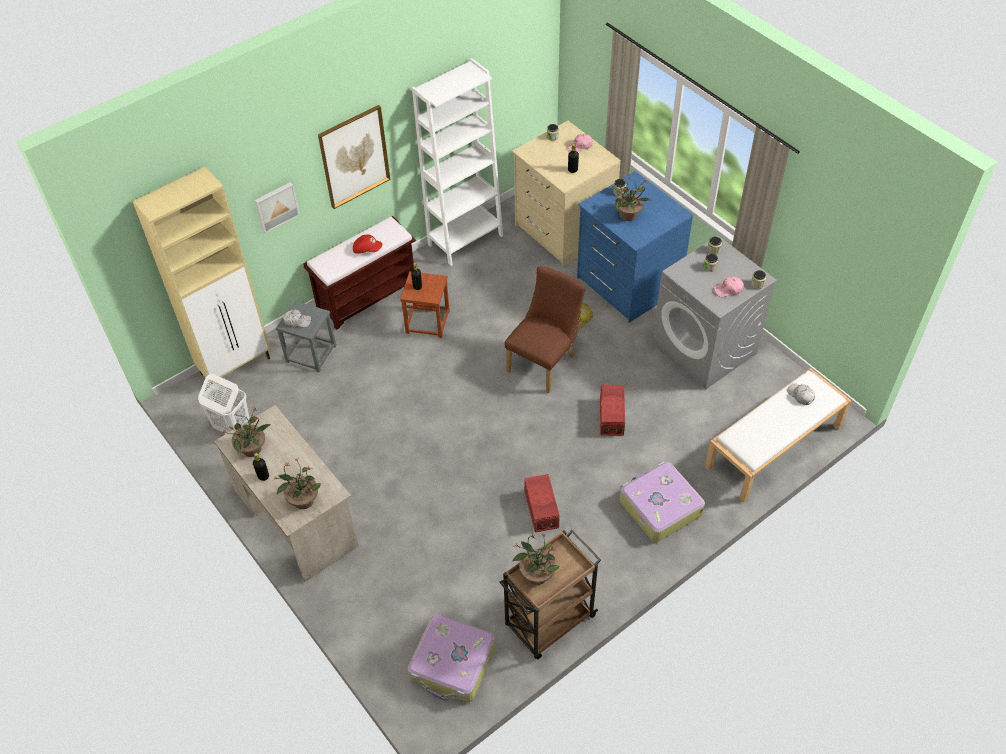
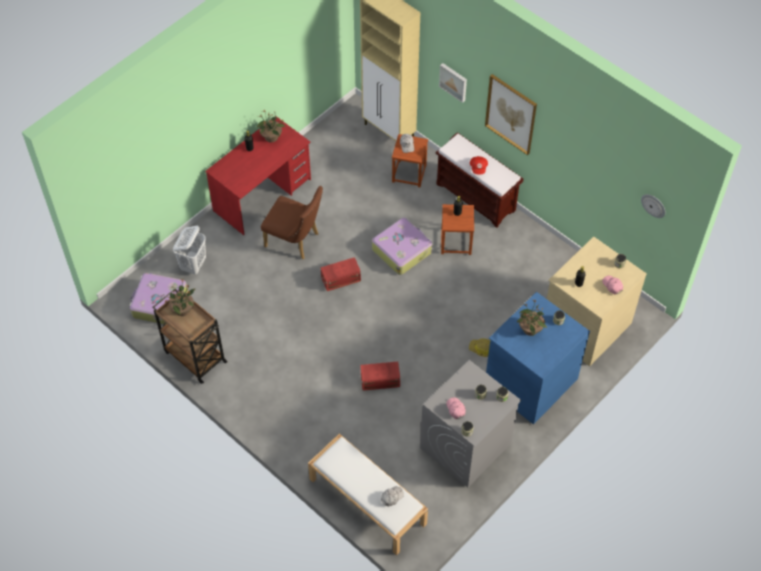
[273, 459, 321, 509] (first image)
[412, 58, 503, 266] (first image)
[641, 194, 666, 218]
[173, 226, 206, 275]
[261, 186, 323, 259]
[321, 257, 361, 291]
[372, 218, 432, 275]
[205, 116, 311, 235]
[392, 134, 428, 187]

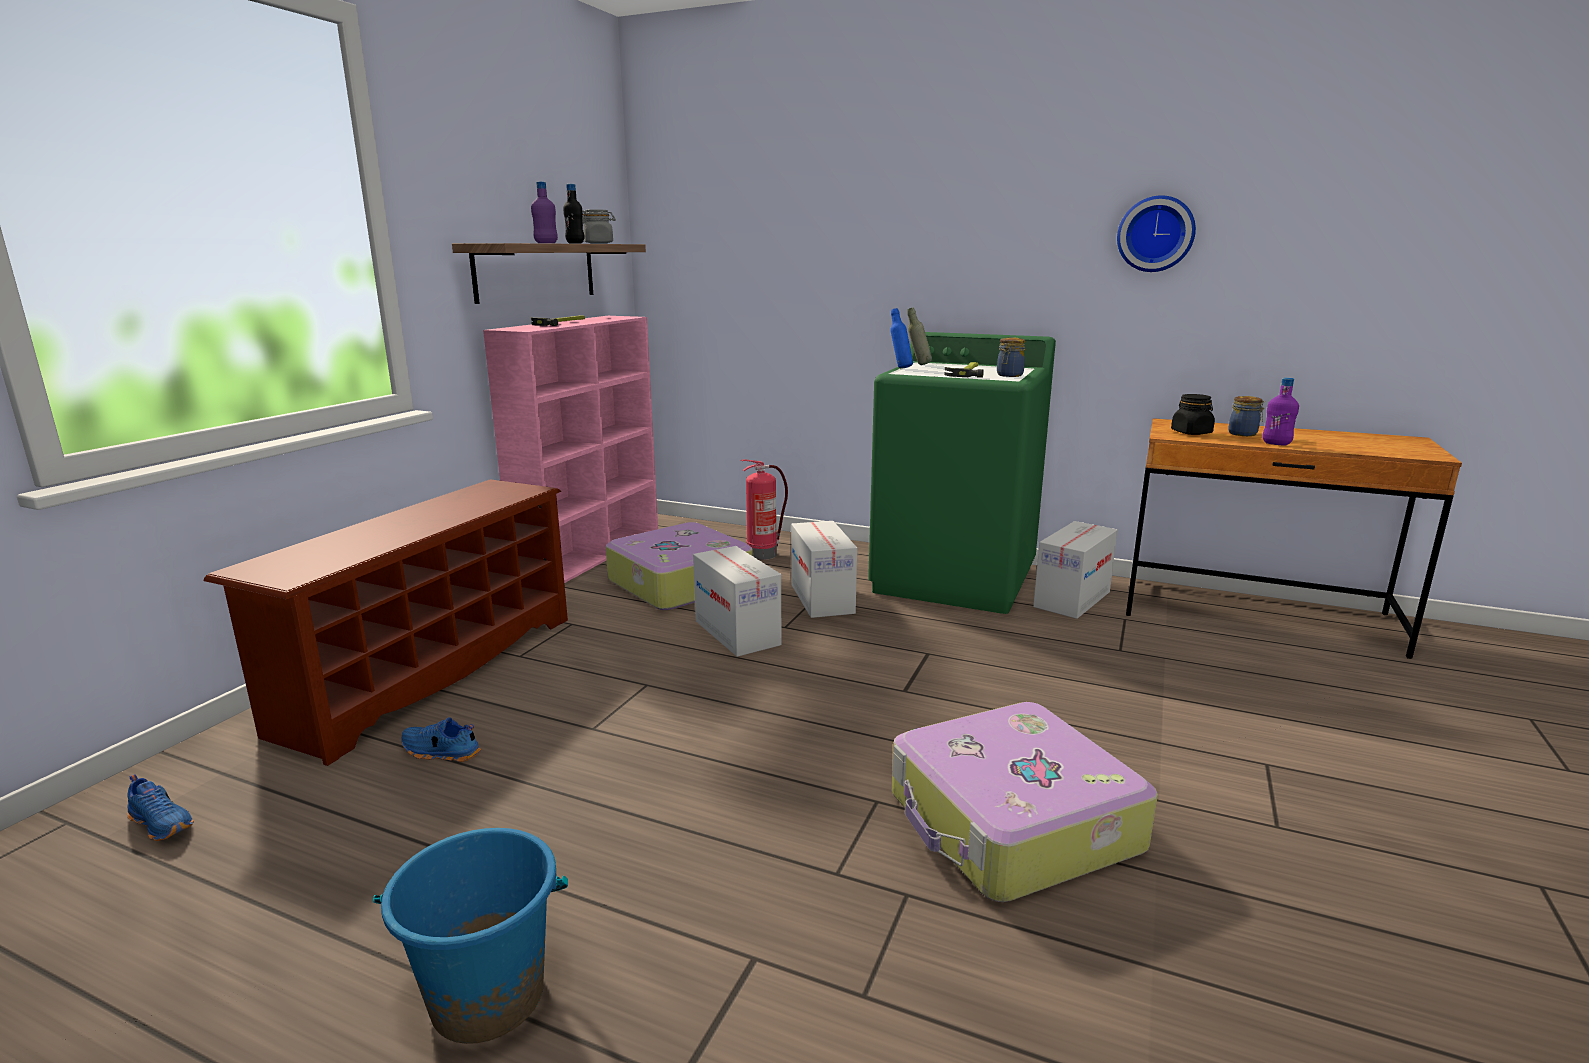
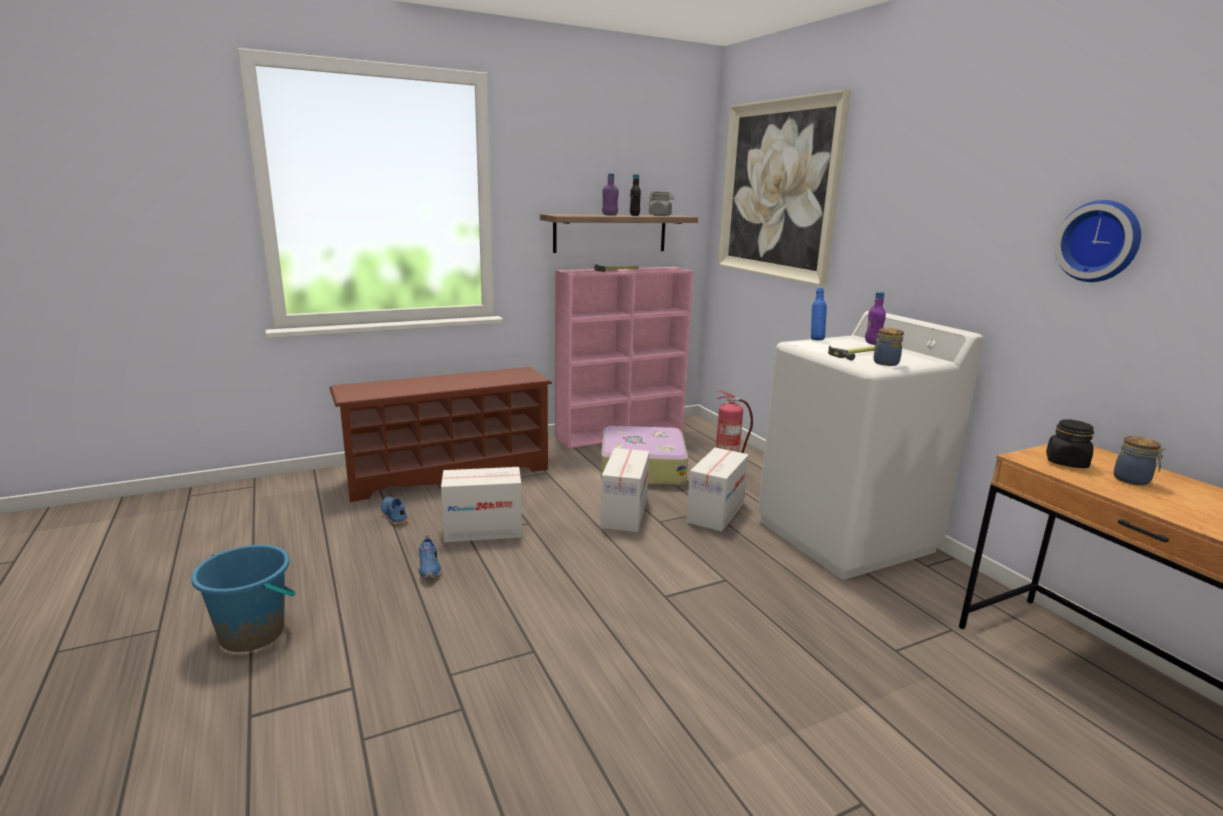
[892, 702, 1158, 902] (first image)
[907, 307, 932, 365] (first image)
[718, 89, 851, 286]
[419, 535, 442, 579]
[441, 467, 522, 542]
[865, 292, 886, 345]
[758, 311, 983, 579]

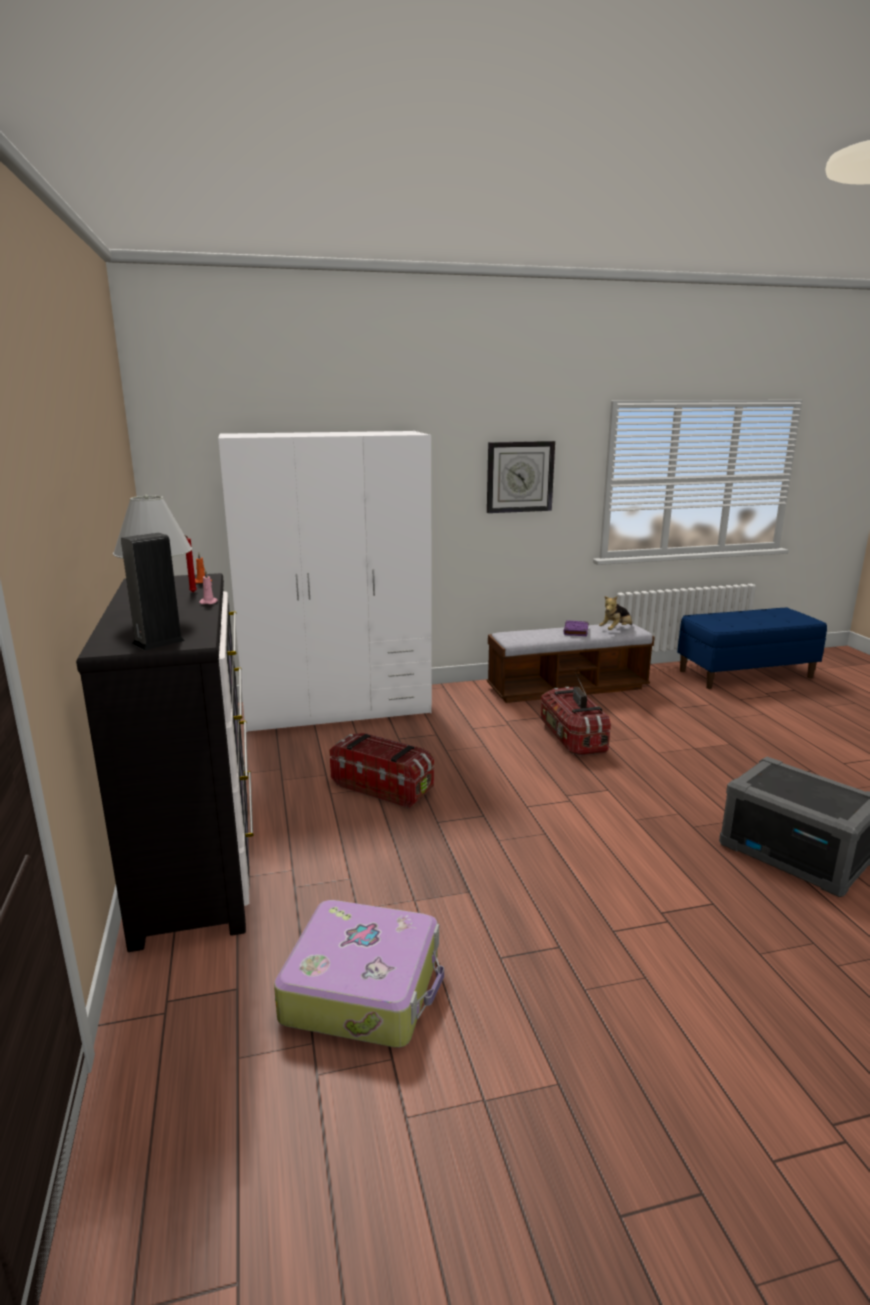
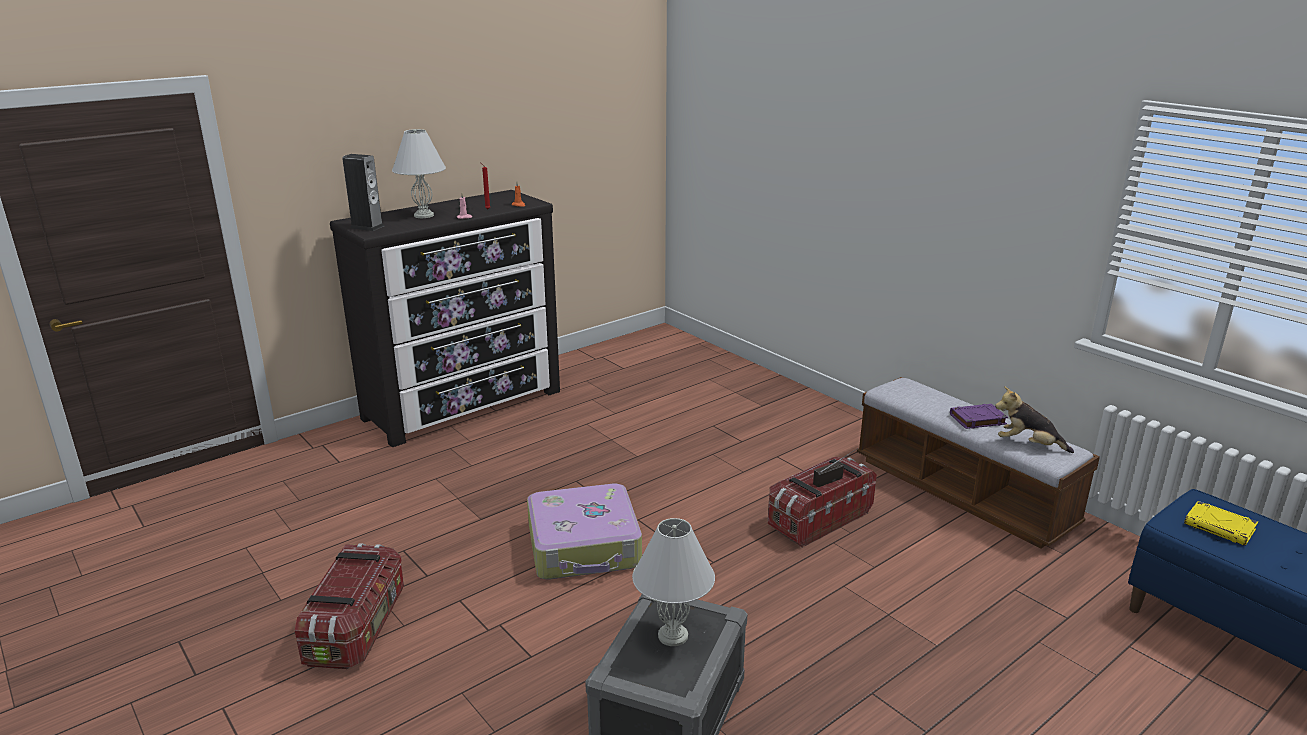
[218, 431, 432, 732] (first image)
[487, 441, 555, 513] (first image)
[632, 518, 715, 646]
[1184, 501, 1258, 546]
[527, 484, 642, 579]
[295, 543, 404, 669]

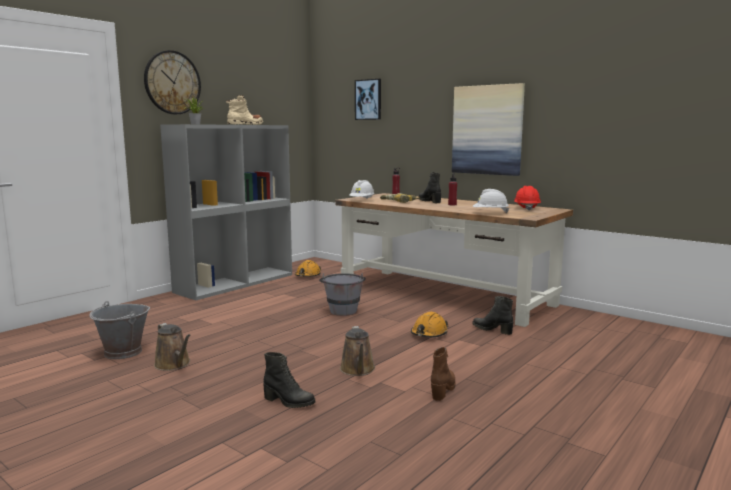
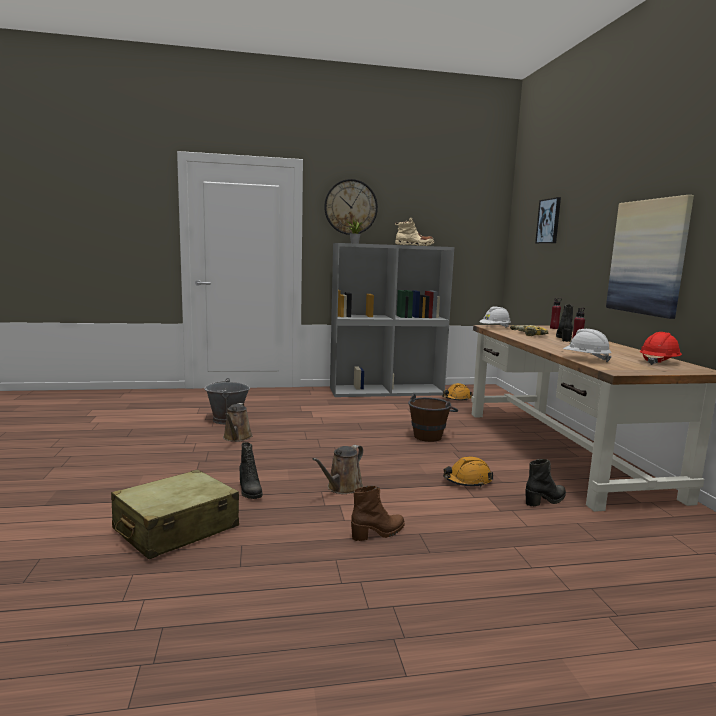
[111, 469, 239, 559]
[408, 394, 458, 442]
[526, 459, 566, 506]

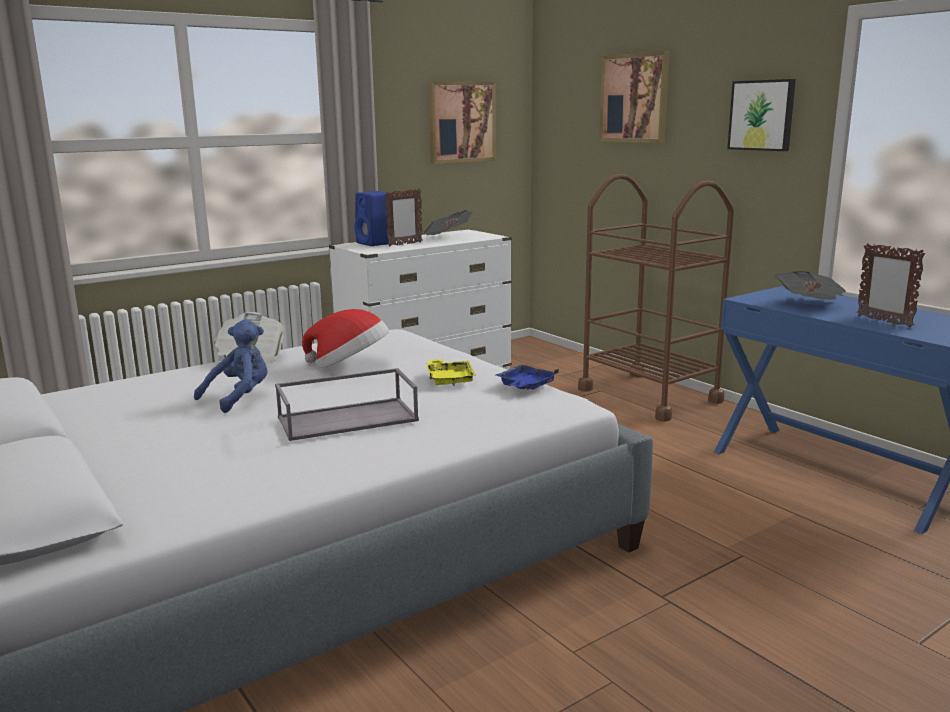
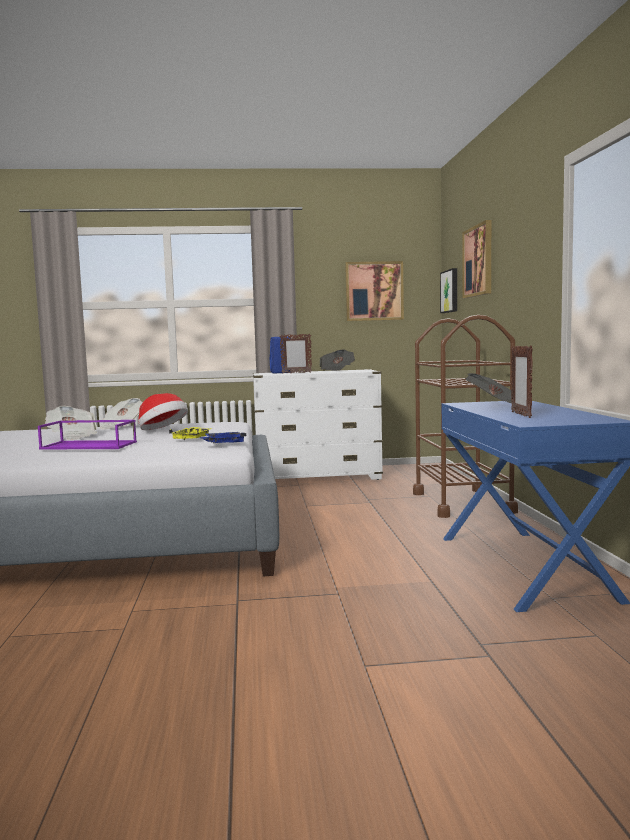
[440, 268, 457, 313]
[45, 406, 97, 440]
[38, 420, 137, 450]

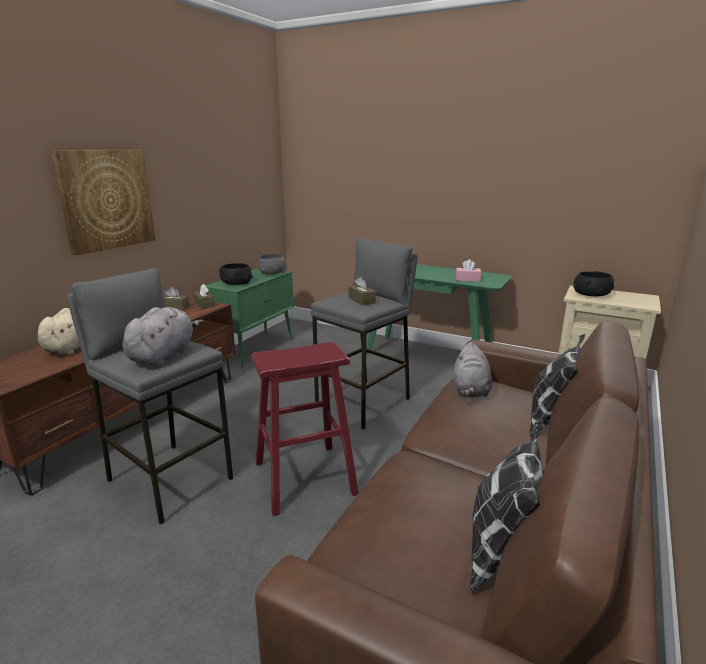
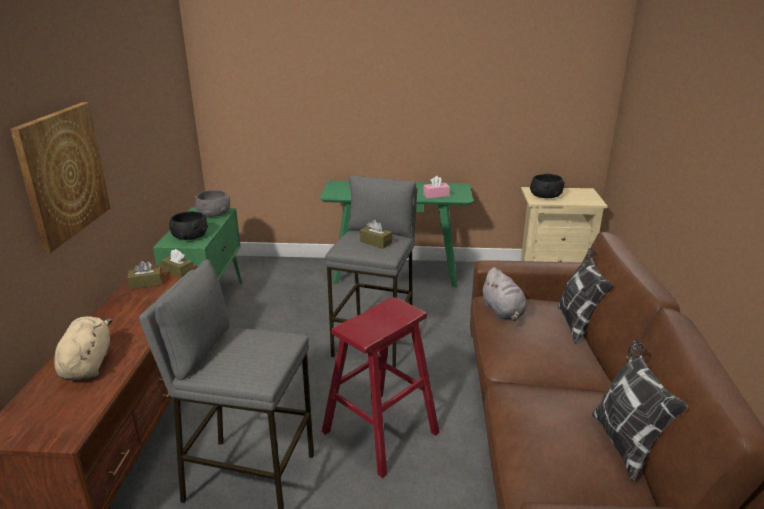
[123, 307, 204, 366] (first image)

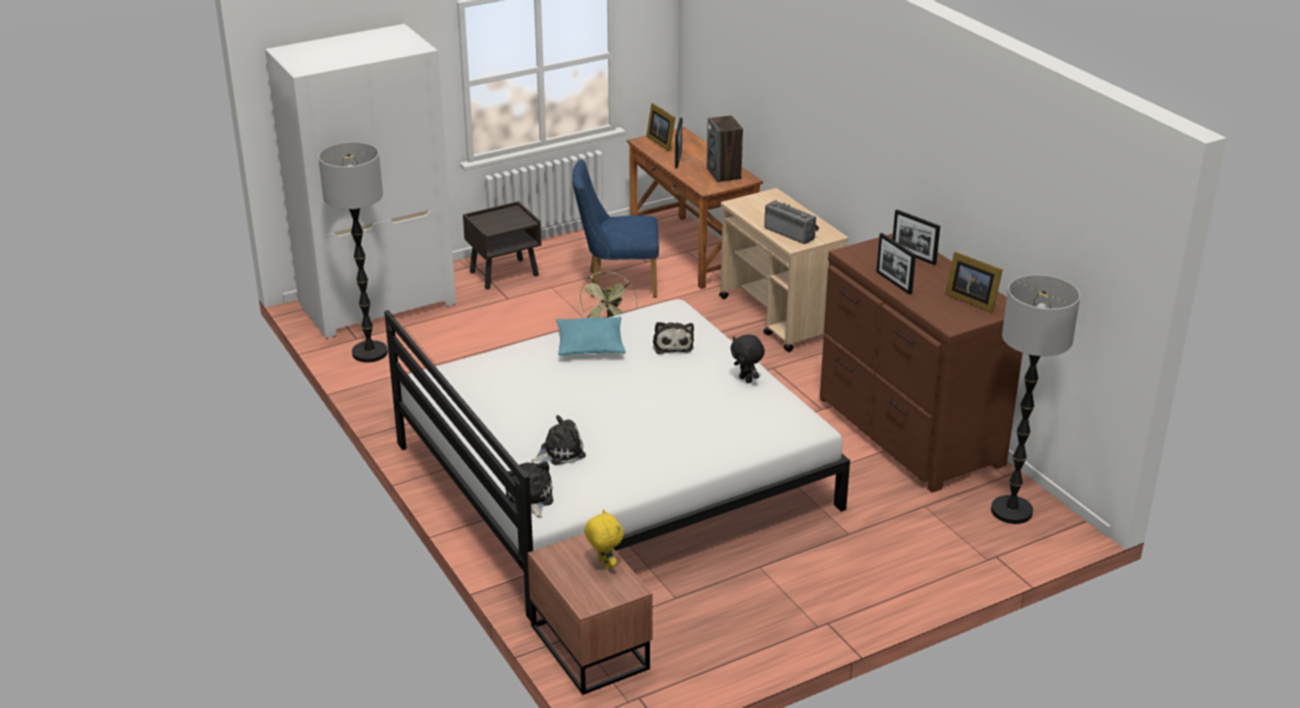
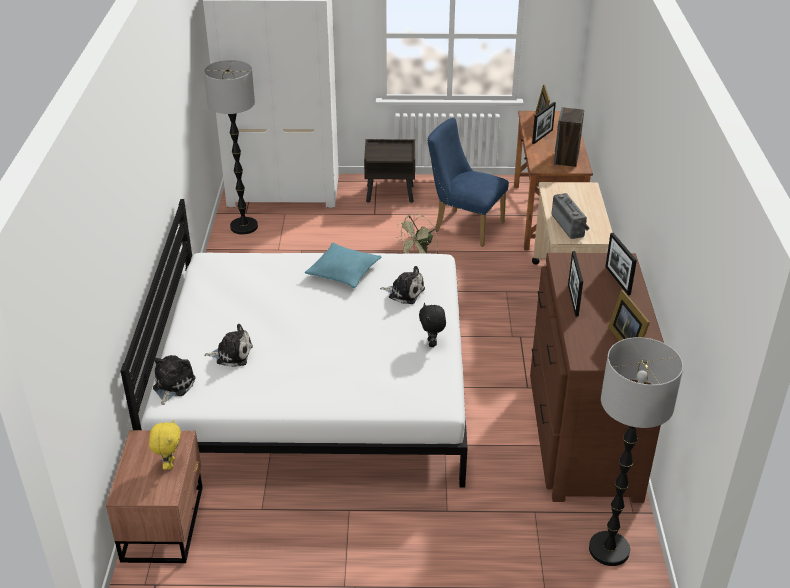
[380, 266, 425, 304]

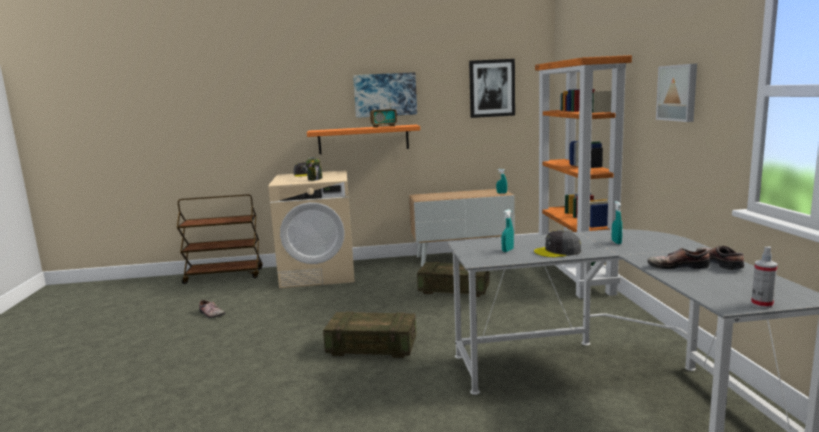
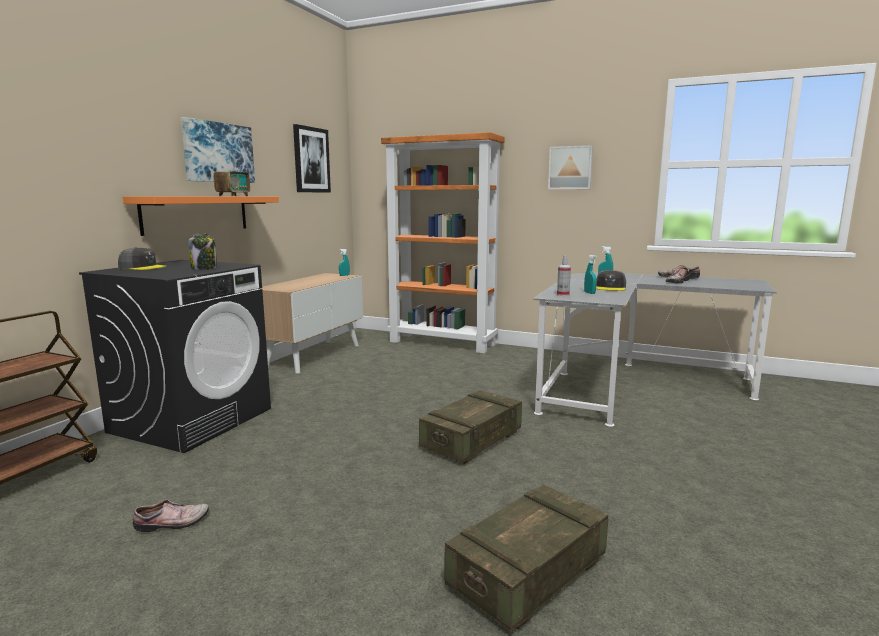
[445, 484, 608, 632]
[557, 255, 571, 296]
[79, 260, 271, 453]

